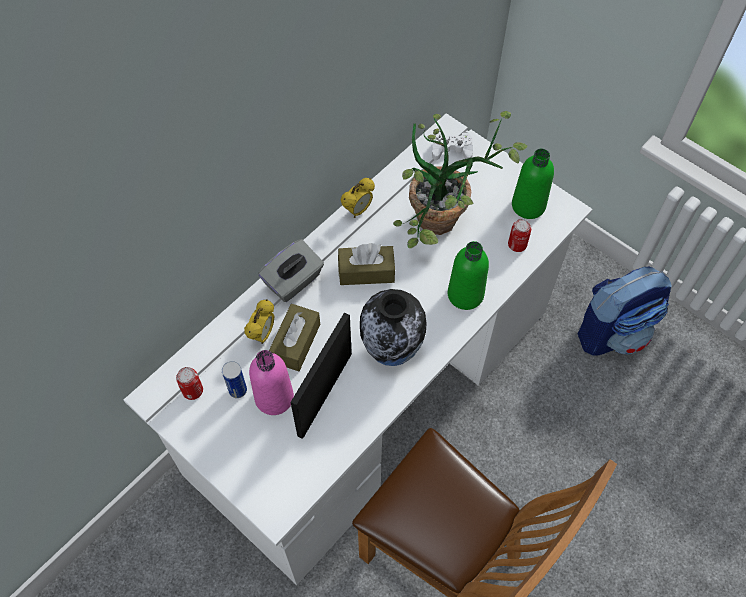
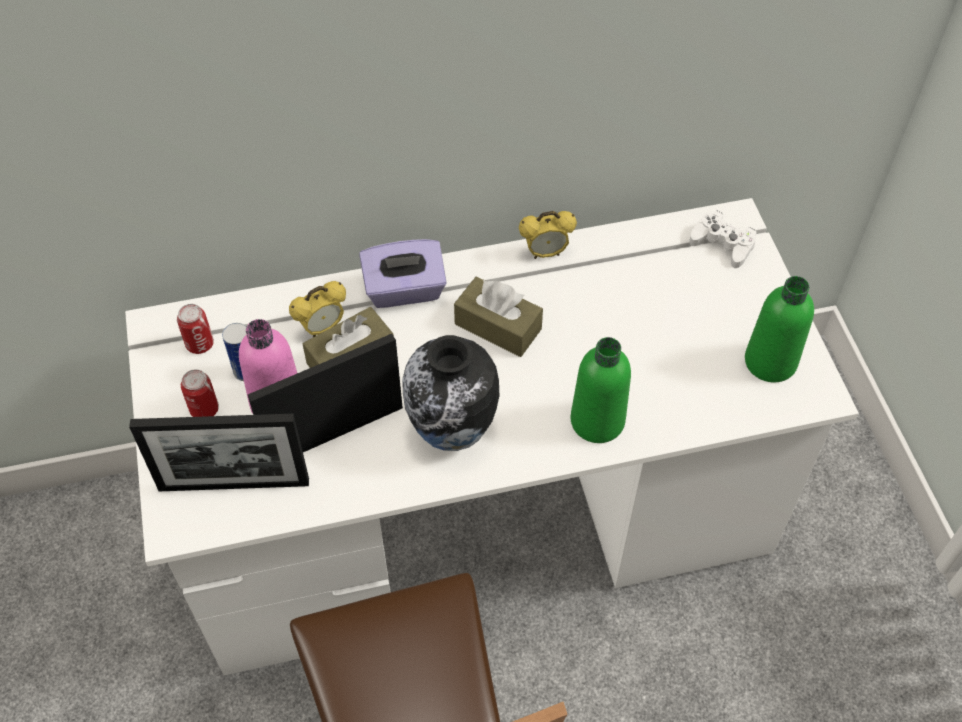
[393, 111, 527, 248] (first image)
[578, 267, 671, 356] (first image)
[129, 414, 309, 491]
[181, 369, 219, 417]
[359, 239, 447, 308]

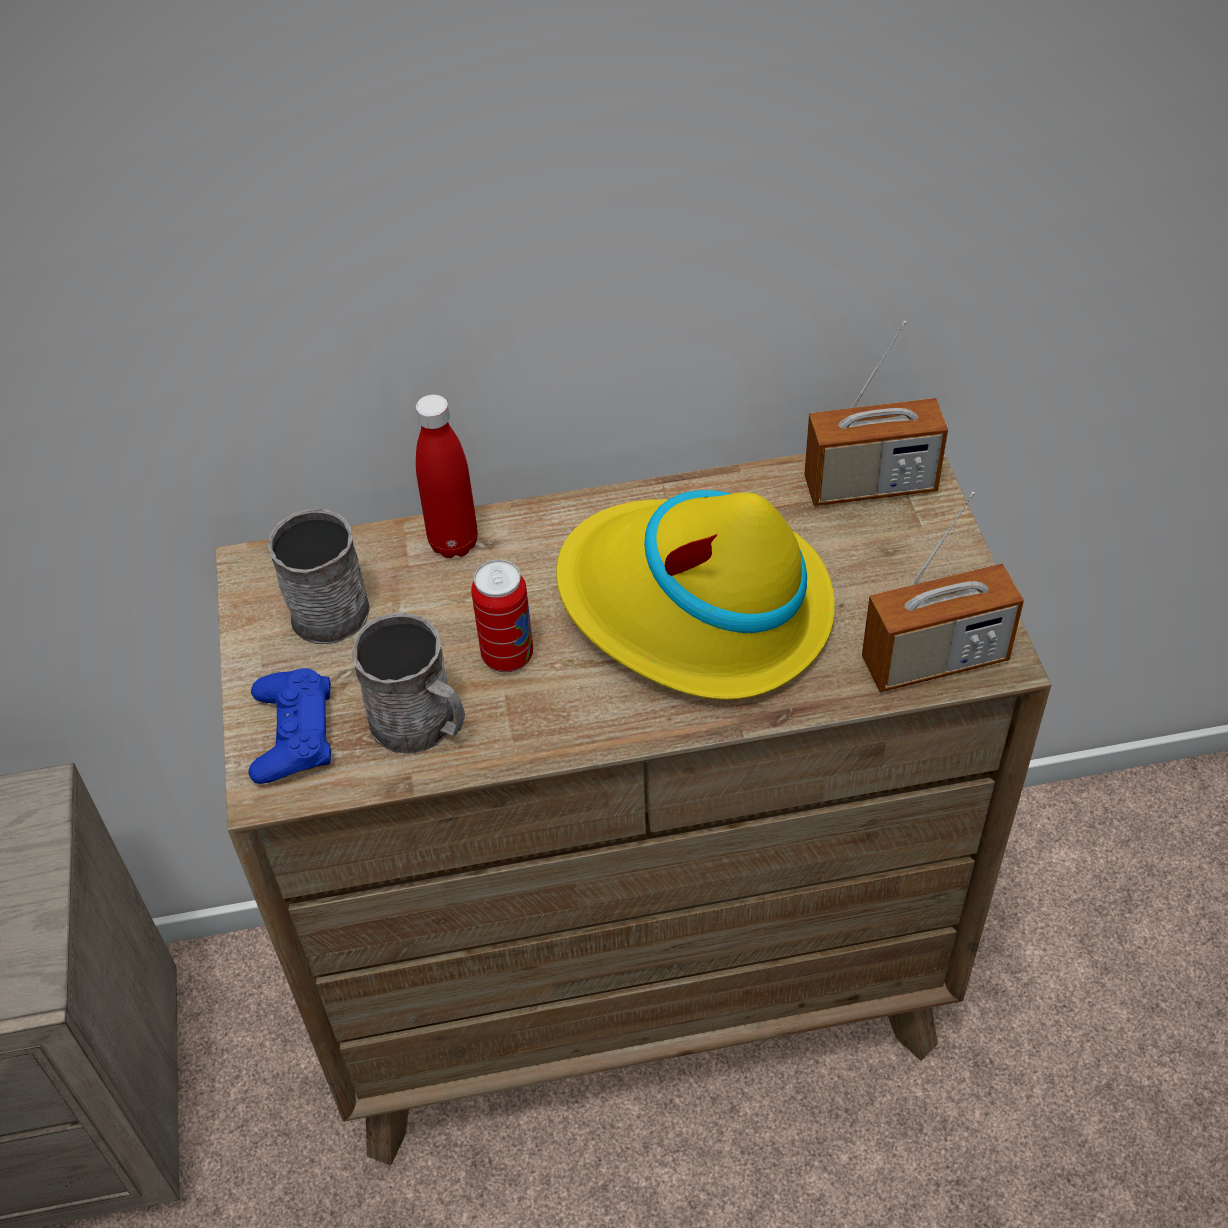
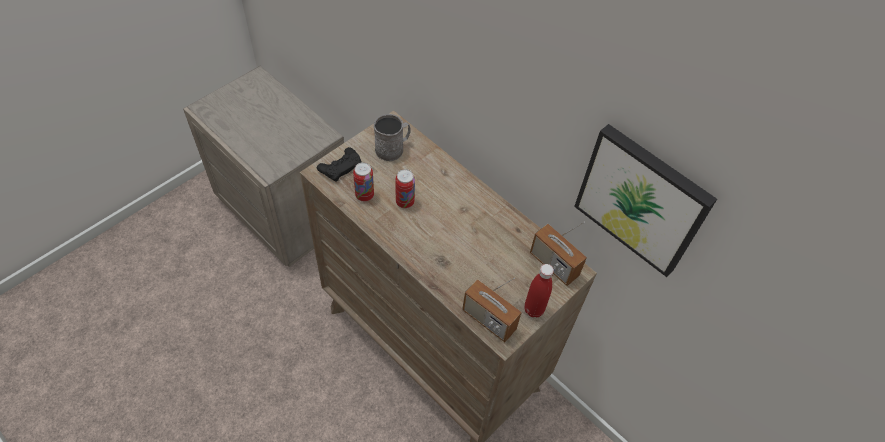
[556, 490, 835, 700] (first image)
[574, 124, 717, 277]
[524, 264, 554, 317]
[353, 162, 374, 202]
[317, 147, 361, 182]

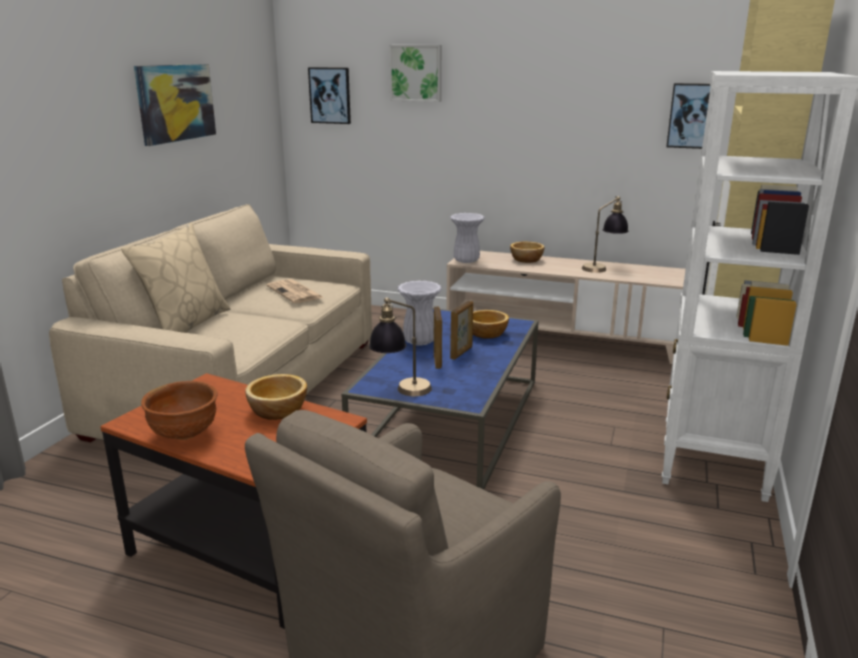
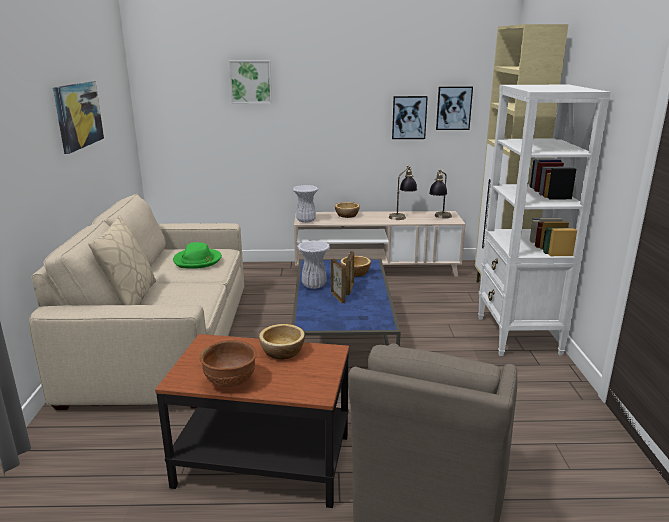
[392, 96, 428, 139]
[429, 169, 452, 219]
[173, 242, 222, 269]

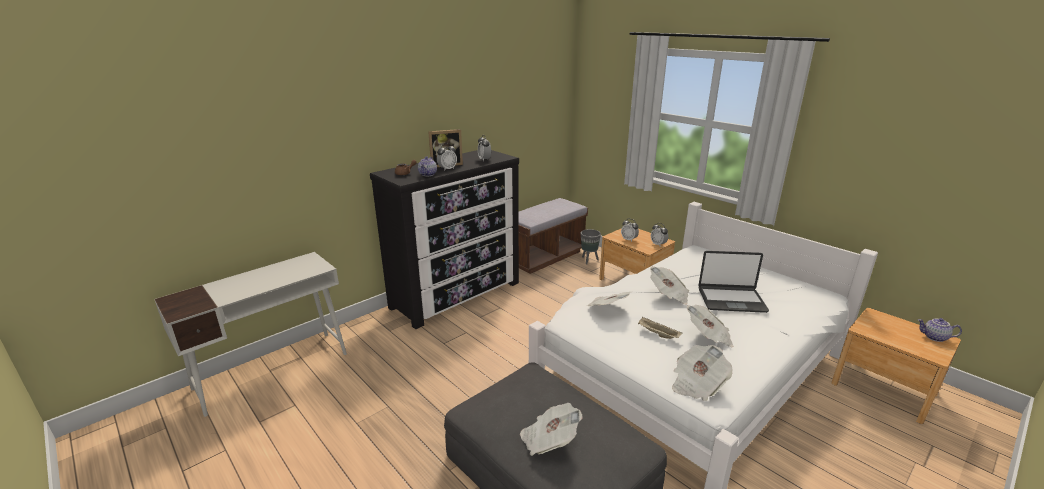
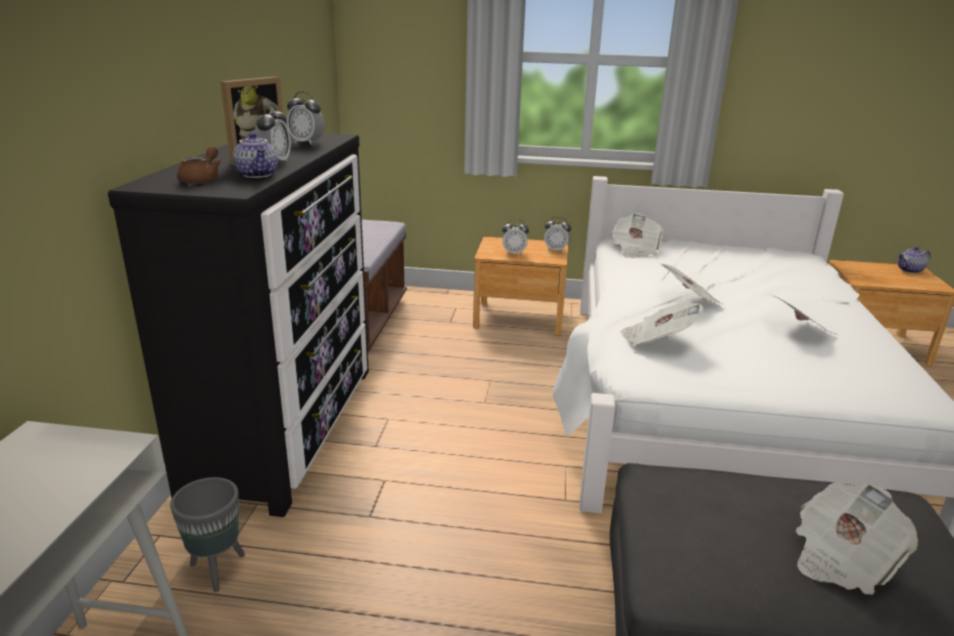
[638, 317, 683, 339] (first image)
[698, 251, 769, 313] (first image)
[170, 477, 245, 592]
[611, 213, 664, 258]

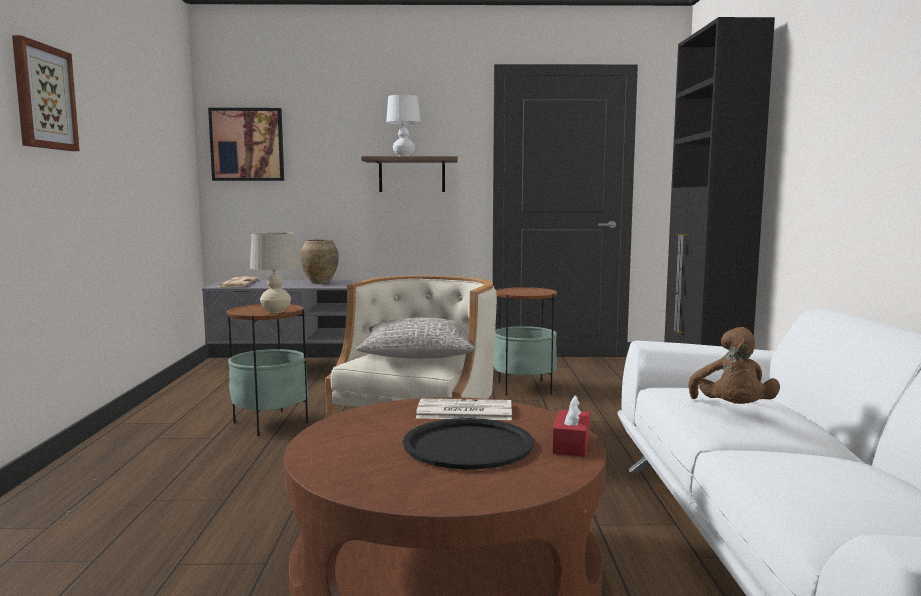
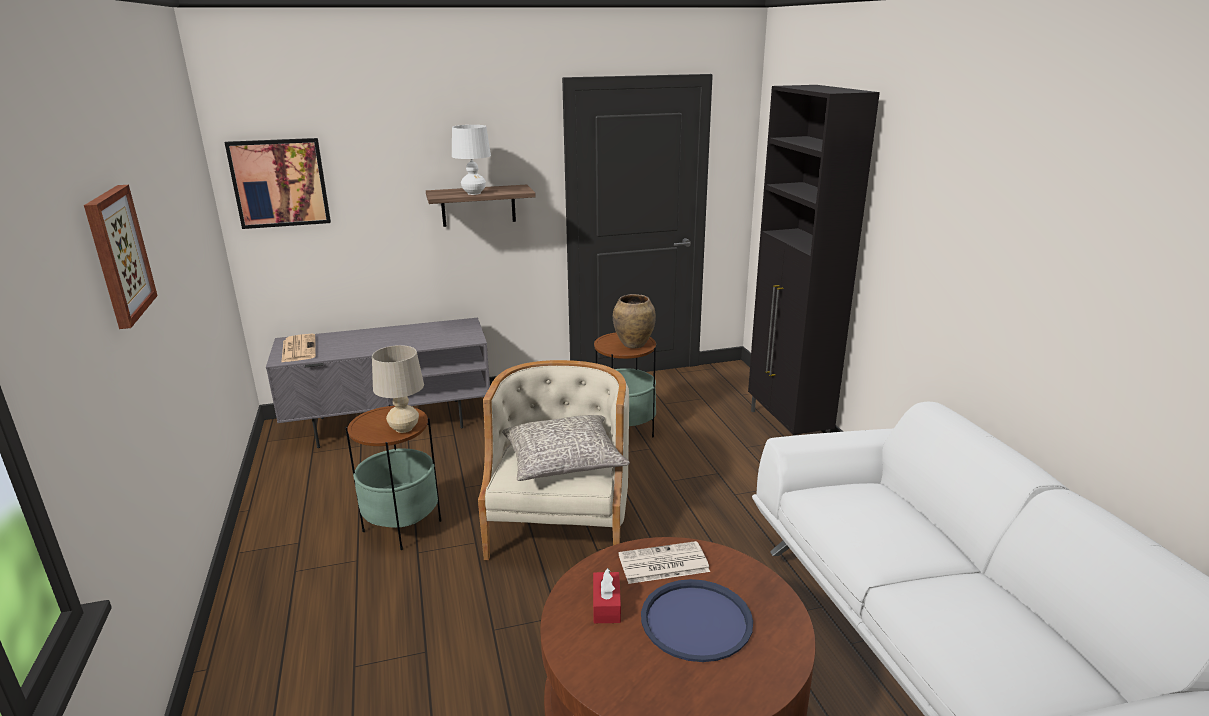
[688, 327, 780, 404] (first image)
[613, 294, 656, 348]
[593, 568, 621, 623]
[641, 579, 753, 662]

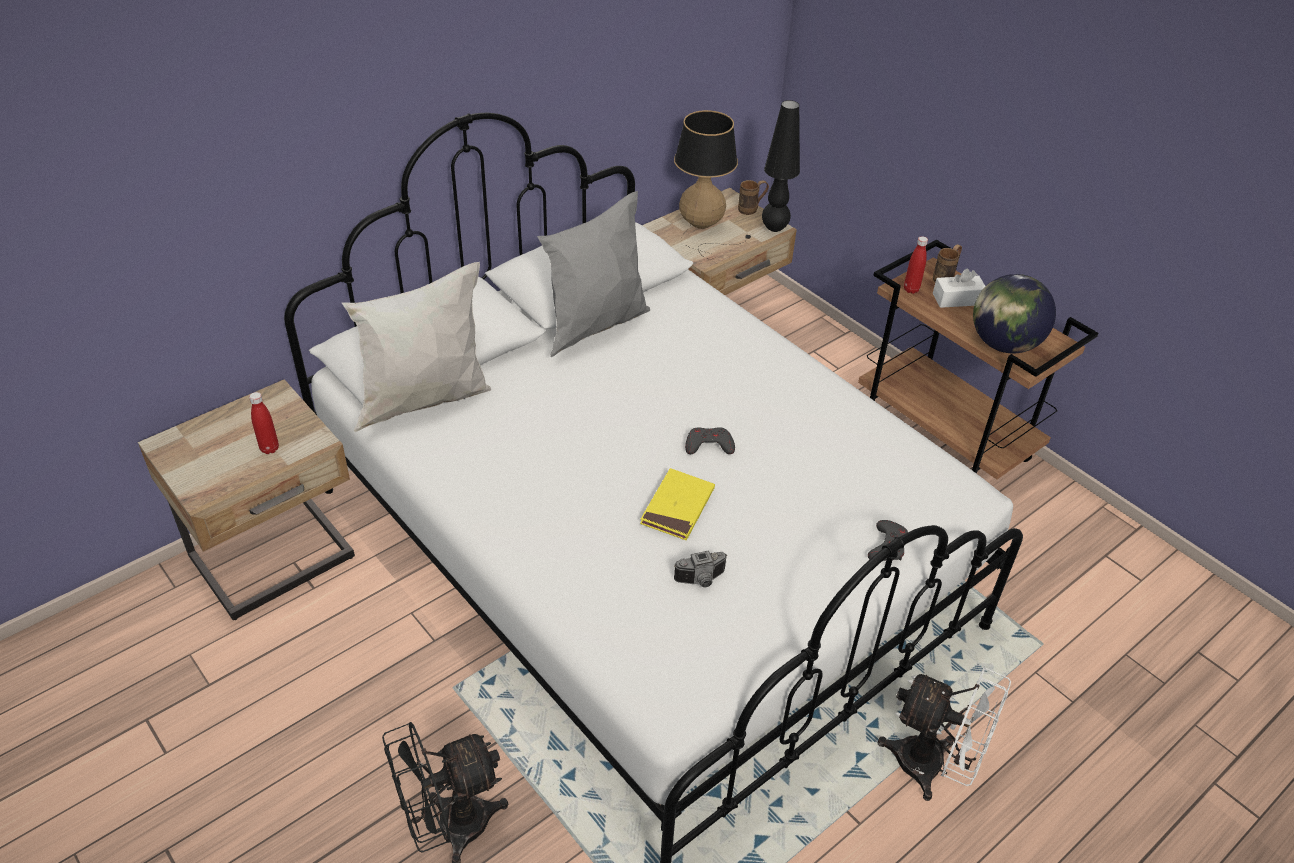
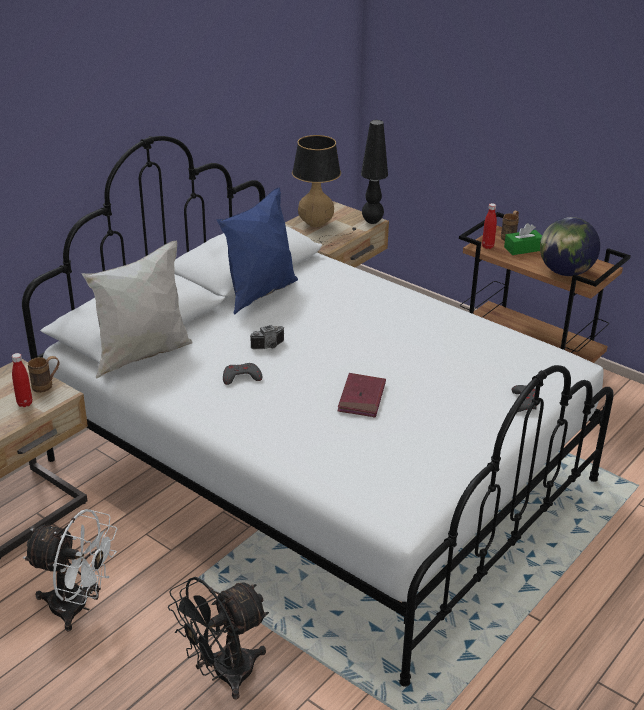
[250, 325, 284, 349]
[223, 363, 262, 385]
[28, 356, 59, 393]
[23, 509, 117, 631]
[216, 187, 298, 315]
[337, 373, 386, 417]
[504, 223, 542, 255]

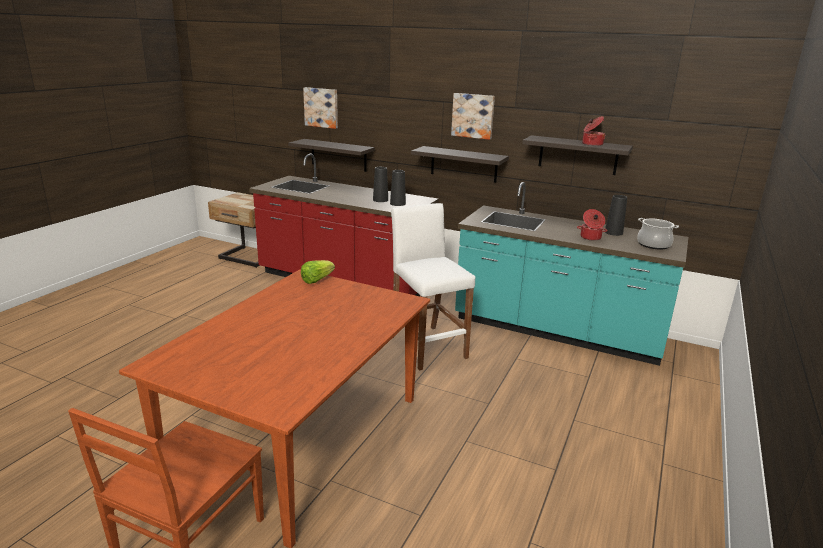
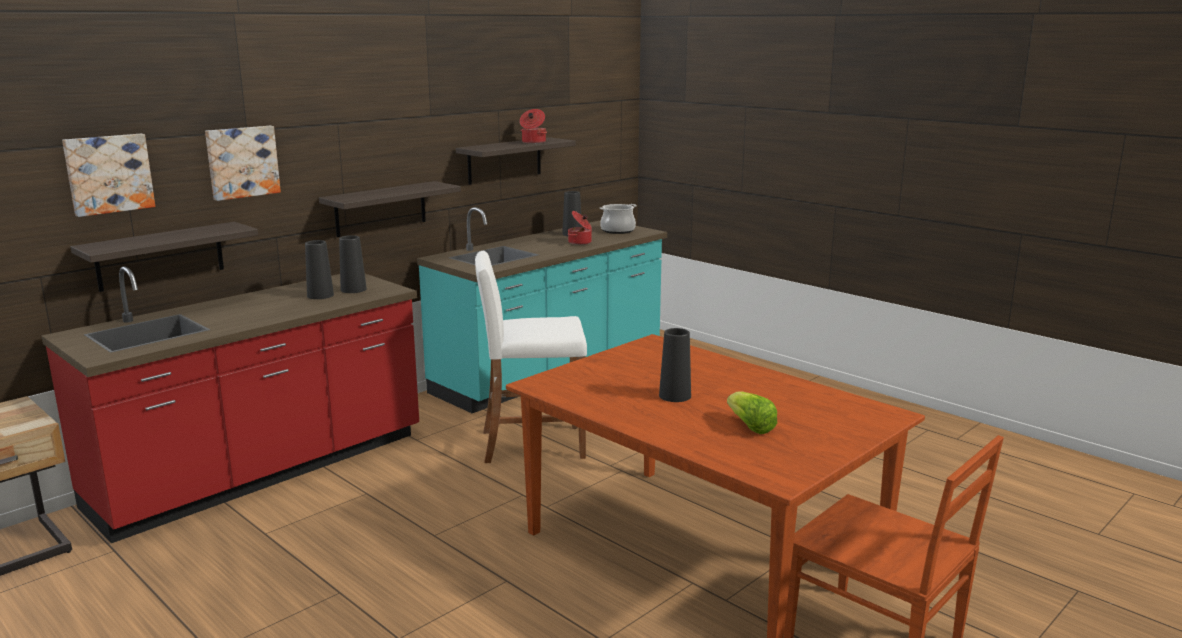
[659, 328, 691, 402]
[727, 391, 777, 434]
[205, 126, 281, 201]

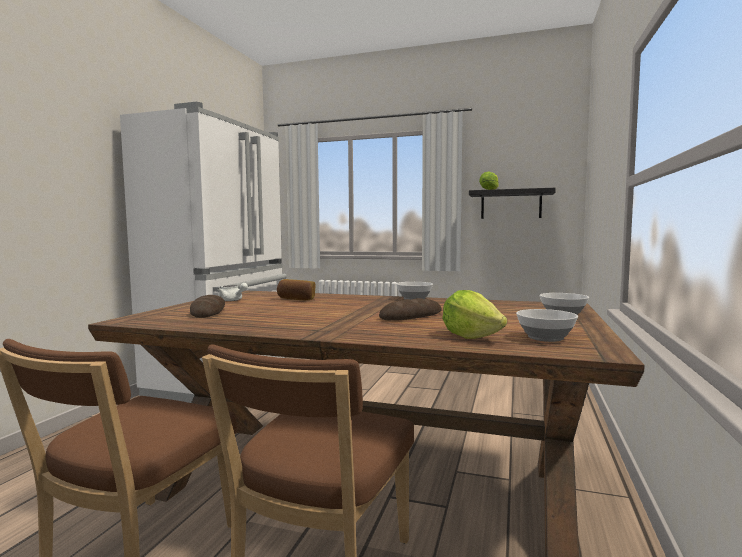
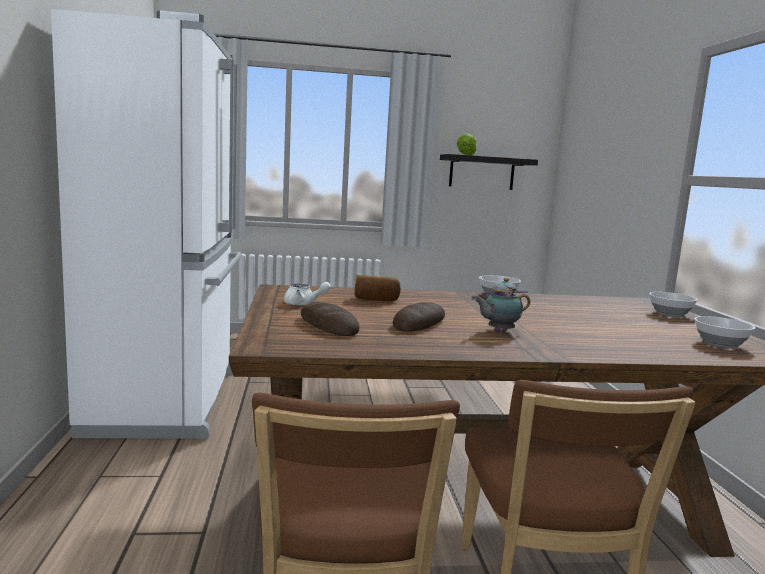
[442, 290, 507, 339] (first image)
[474, 278, 530, 332]
[393, 302, 445, 332]

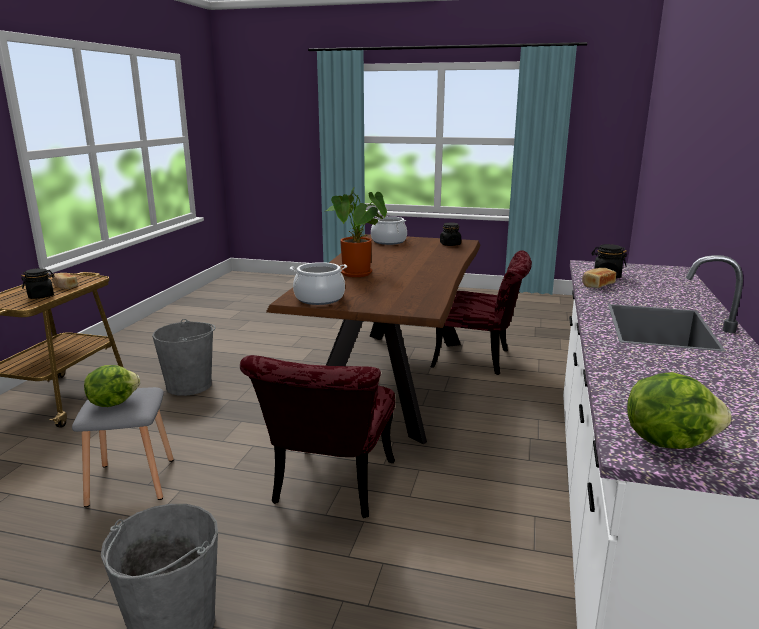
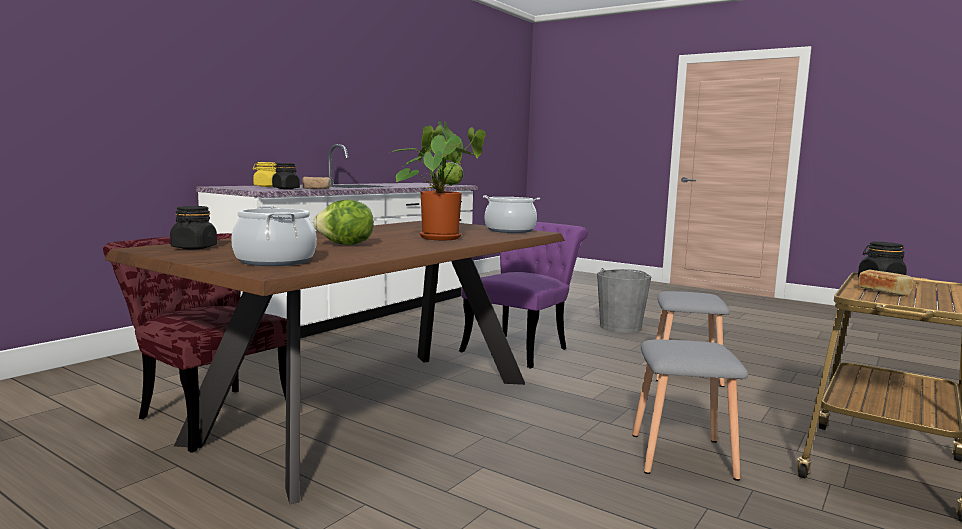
[253, 162, 277, 187]
[313, 199, 374, 245]
[632, 339, 748, 481]
[459, 222, 588, 368]

